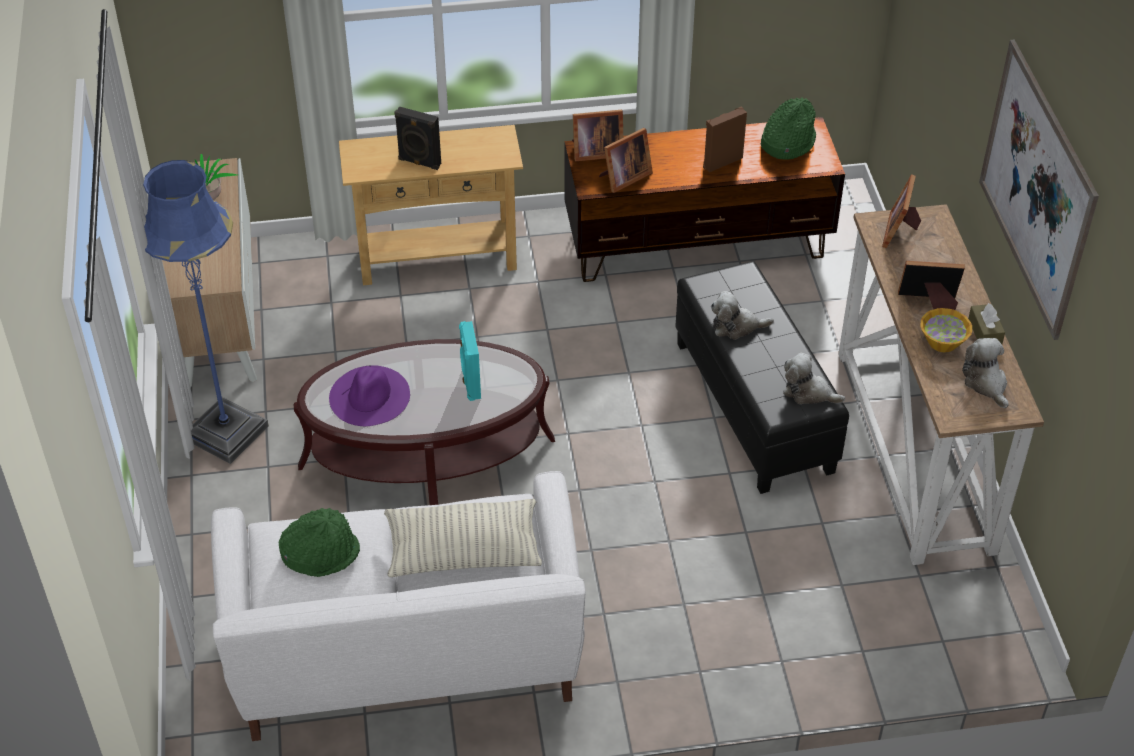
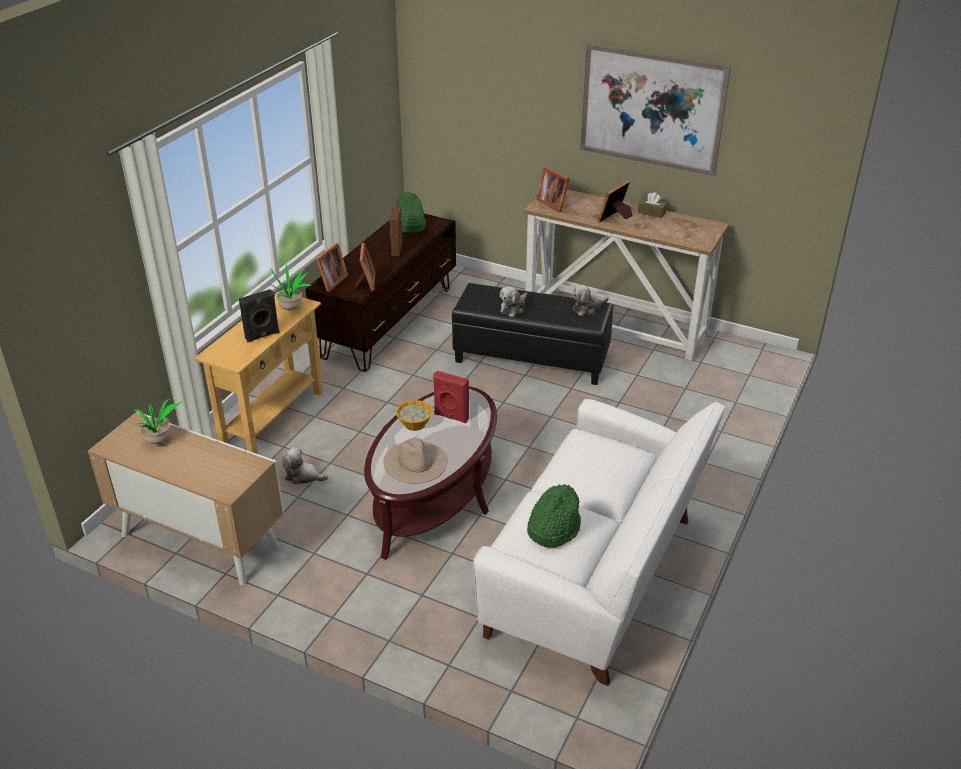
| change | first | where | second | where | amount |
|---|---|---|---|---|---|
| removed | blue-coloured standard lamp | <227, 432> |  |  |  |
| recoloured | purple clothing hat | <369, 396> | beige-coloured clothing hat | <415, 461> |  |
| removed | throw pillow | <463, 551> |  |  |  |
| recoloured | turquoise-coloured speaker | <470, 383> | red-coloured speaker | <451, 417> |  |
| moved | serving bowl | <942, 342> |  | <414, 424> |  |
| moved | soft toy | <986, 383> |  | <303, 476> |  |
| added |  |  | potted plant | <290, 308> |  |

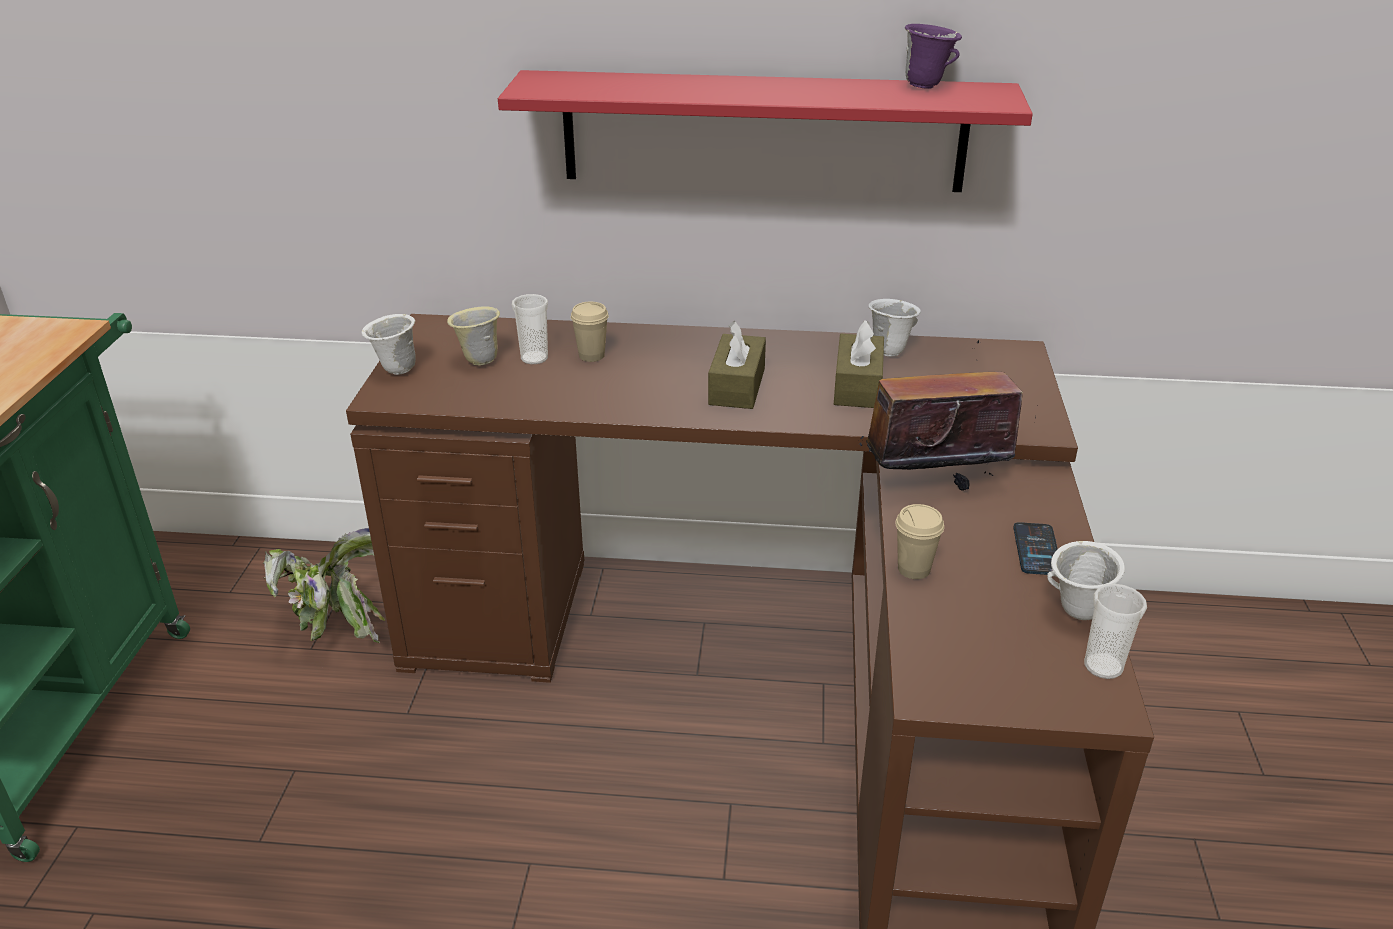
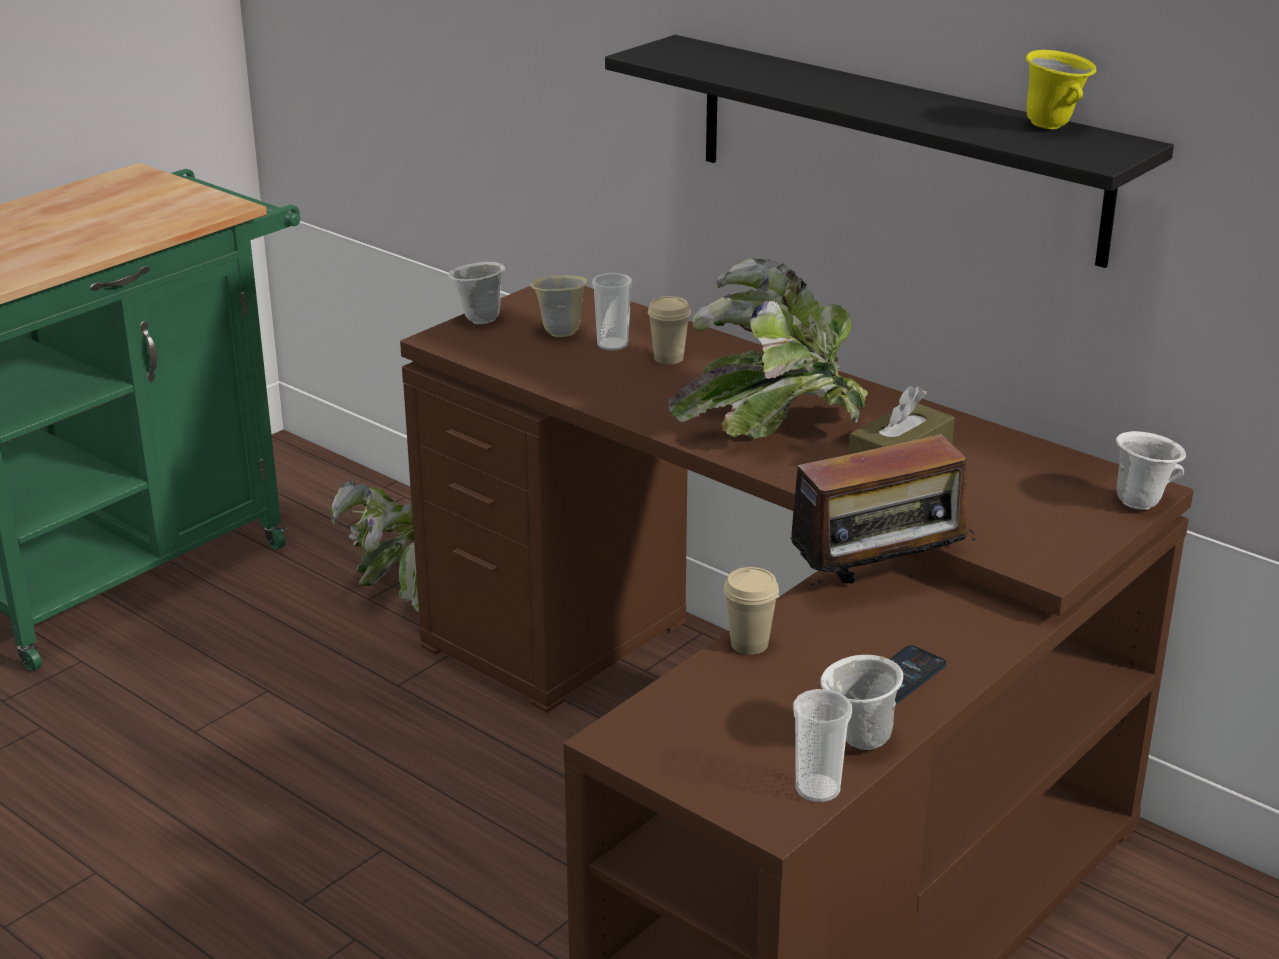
| change | first | where | second | where | amount |
|---|---|---|---|---|---|
| recoloured | red-coloured shelf | <763, 131> | blackish shelf | <897, 147> |  |
| replaced | brown tissue holder | <737, 386> | potted plant | <772, 427> |  |
| turned | radio set | <932, 484> |  | <878, 584> | 135 degrees clockwise |
| moved | white-coloured coffee mug | <890, 351> |  | <1142, 503> |  |
| recoloured | purple coffee mug | <927, 86> | yellow-coloured coffee mug | <1053, 126> |  |

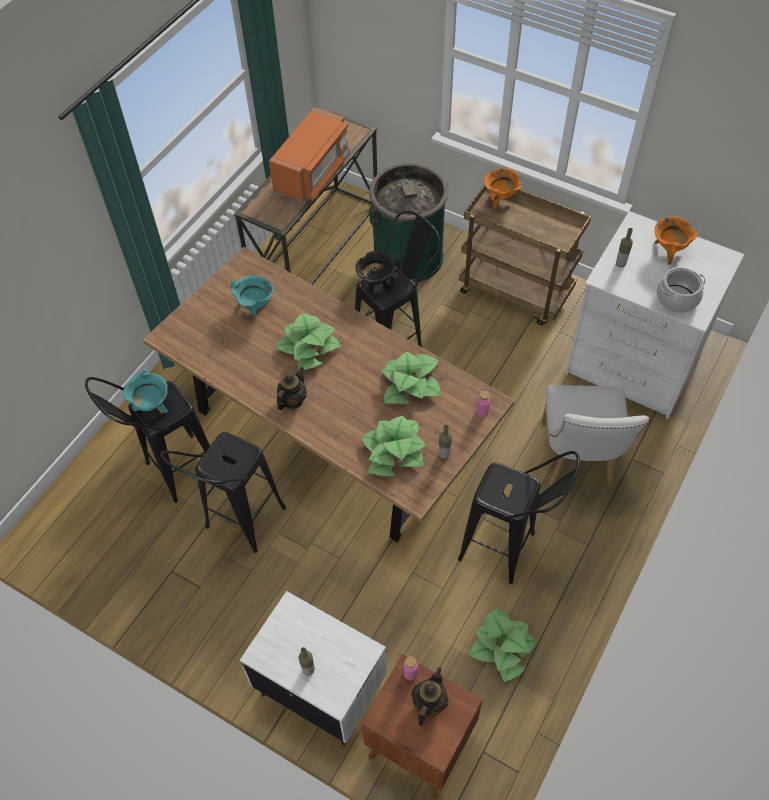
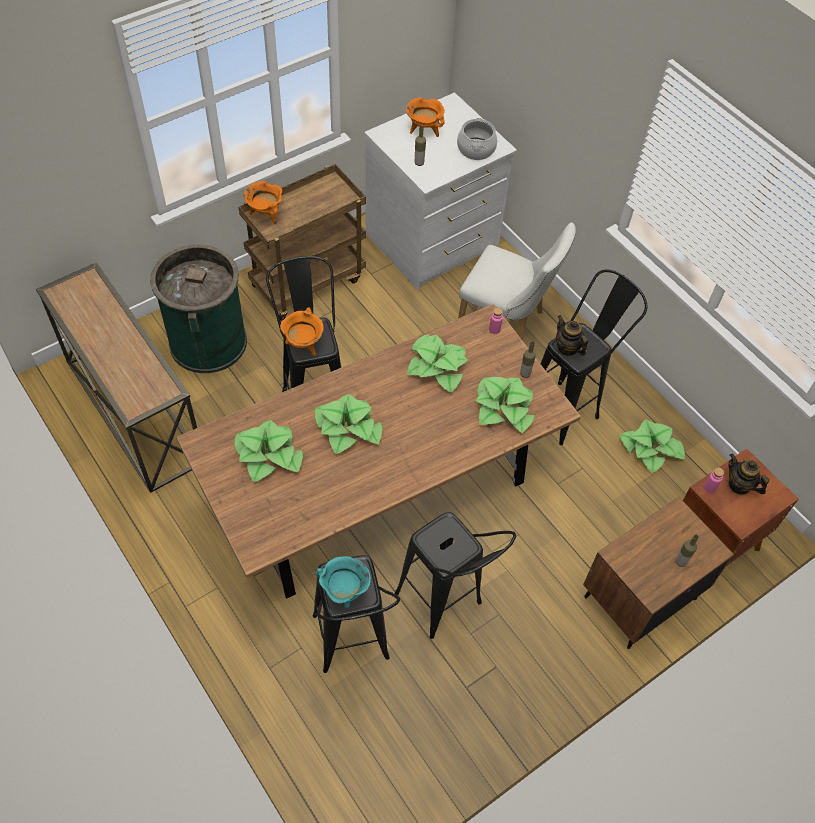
| change | first | where | second | where | amount |
|---|---|---|---|---|---|
| replaced | turquoise-coloured saucepot | <255, 307> | potted plant | <269, 455> |  |
| recoloured | white-coloured night table | <320, 688> | brown night table | <639, 598> |  |
| removed | orange microwave | <313, 173> |  |  |  |
| moved | tea pot | <292, 400> |  | <567, 348> |  |
| recoloured | blackish saucepot | <376, 283> | orange saucepot | <303, 345> |  |

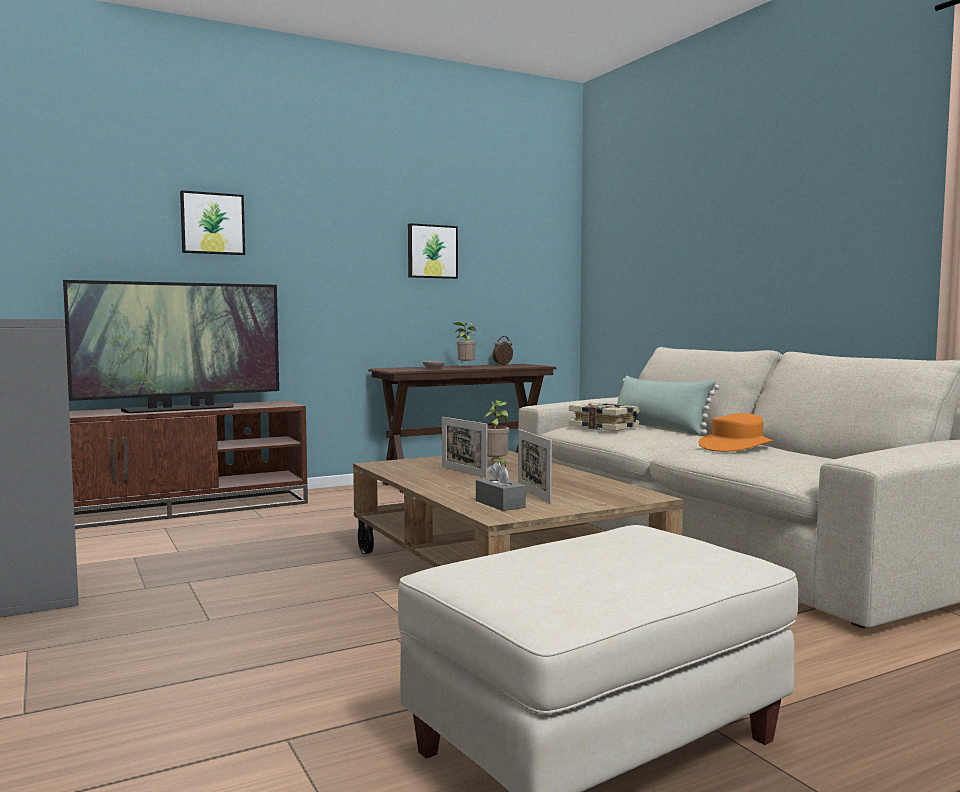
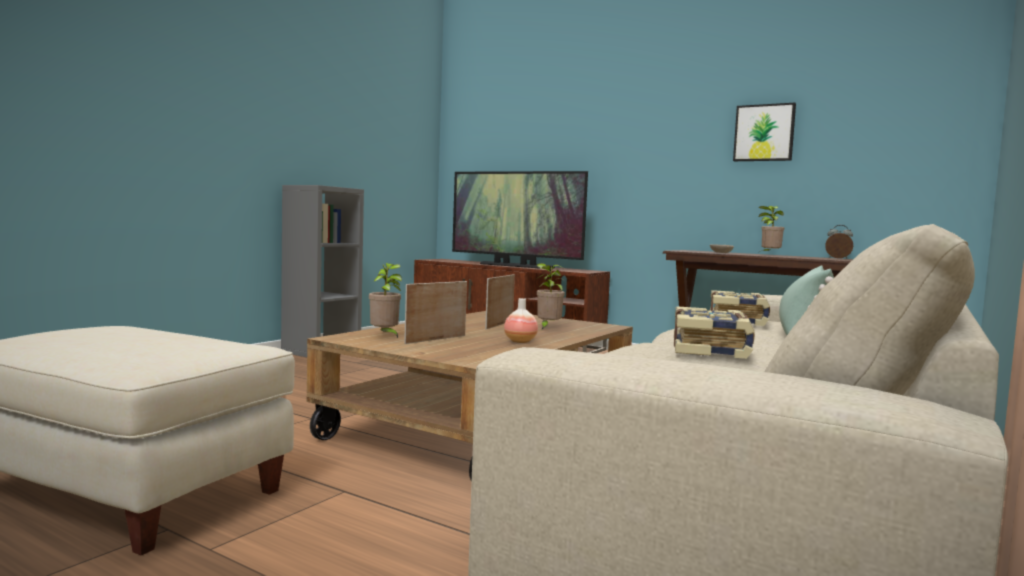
| change | first | where | second | where | amount |
|---|---|---|---|---|---|
| removed | picture | <212, 223> |  |  |  |
| replaced | gray tissue holder | <500, 504> | potted plant | <385, 336> |  |
| replaced | orange clothing hat | <736, 446> | volume | <712, 350> |  |
| added |  |  | flower vase | <520, 341> |  |

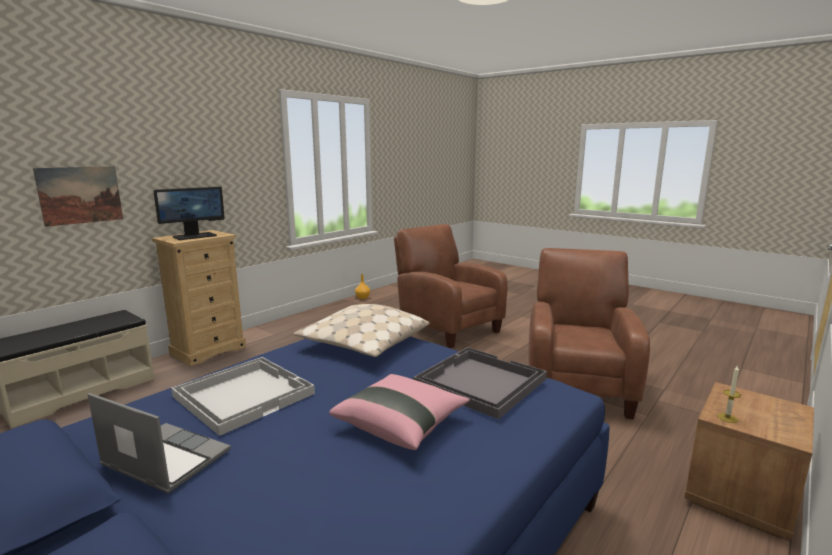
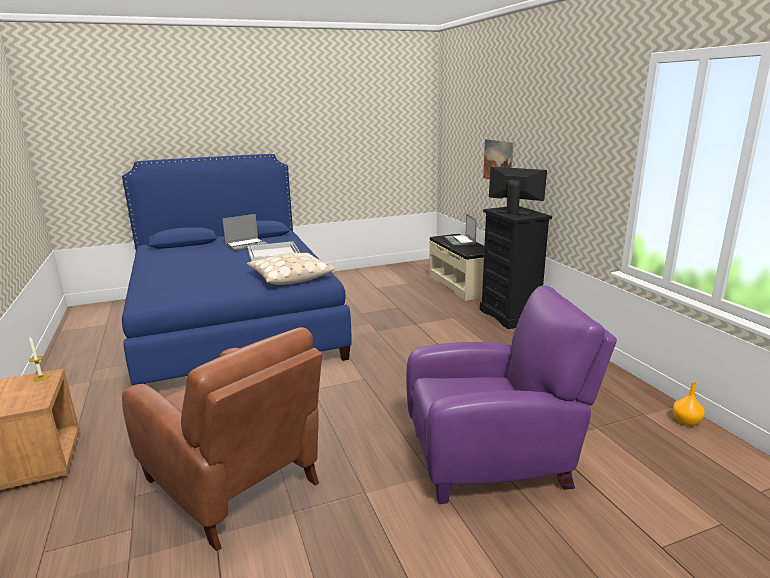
| change | first | where | second | where | amount |
|---|---|---|---|---|---|
| recoloured | beige-coloured drawer chest | <208, 350> | blackish drawer chest | <510, 316> |  |
| turned | monitor | <195, 236> |  | <514, 212> | 135 degrees clockwise |
| removed | pinkish throw pillow | <401, 425> |  |  |  |
| recoloured | brown armchair | <446, 327> | purple armchair | <495, 458> |  |
| removed | gray serving tray | <479, 382> |  |  |  |
| added |  |  | portable computer | <460, 241> |  |

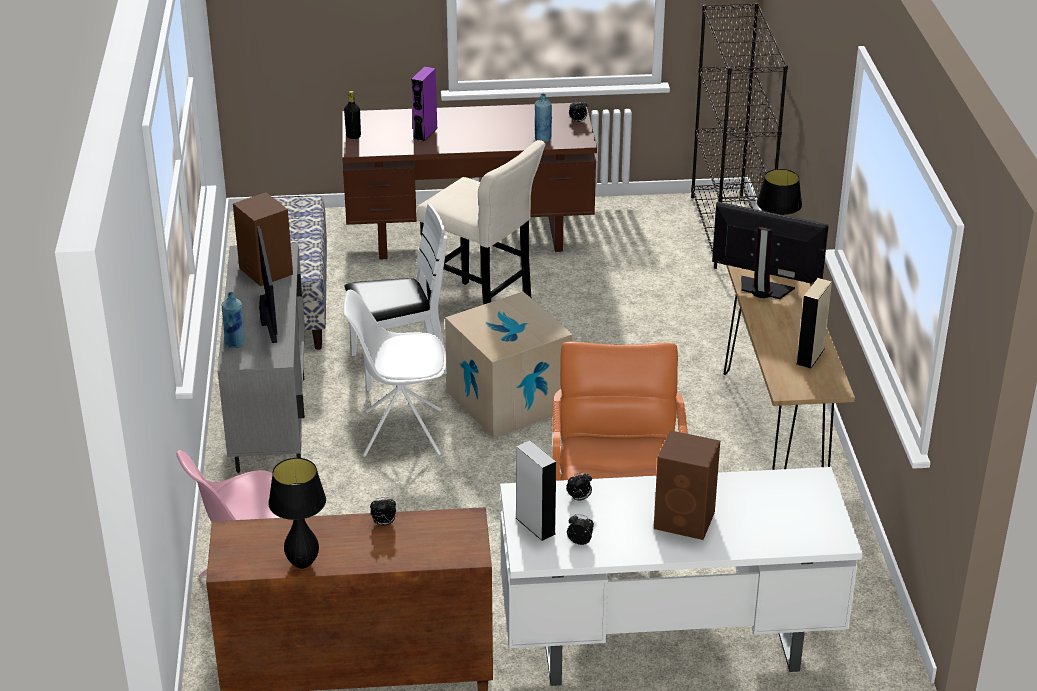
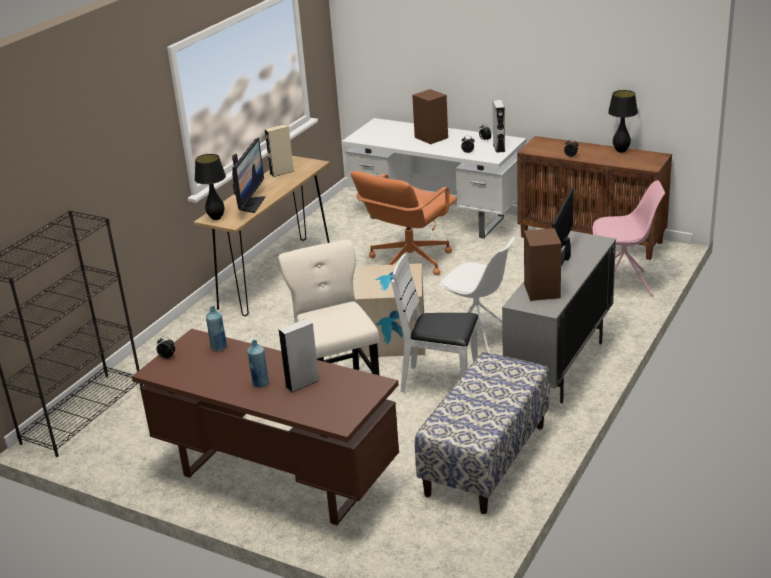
| change | first | where | second | where | amount |
|---|---|---|---|---|---|
| moved | blue-coloured drink bottle | <235, 343> |  | <260, 383> |  |
| removed | blackish drink bottle | <353, 136> |  |  |  |
| recoloured | purple speaker | <425, 133> | gray speaker | <302, 383> |  |
| turned | monitor | <763, 289> |  | <251, 204> | 135 degrees counterclockwise |

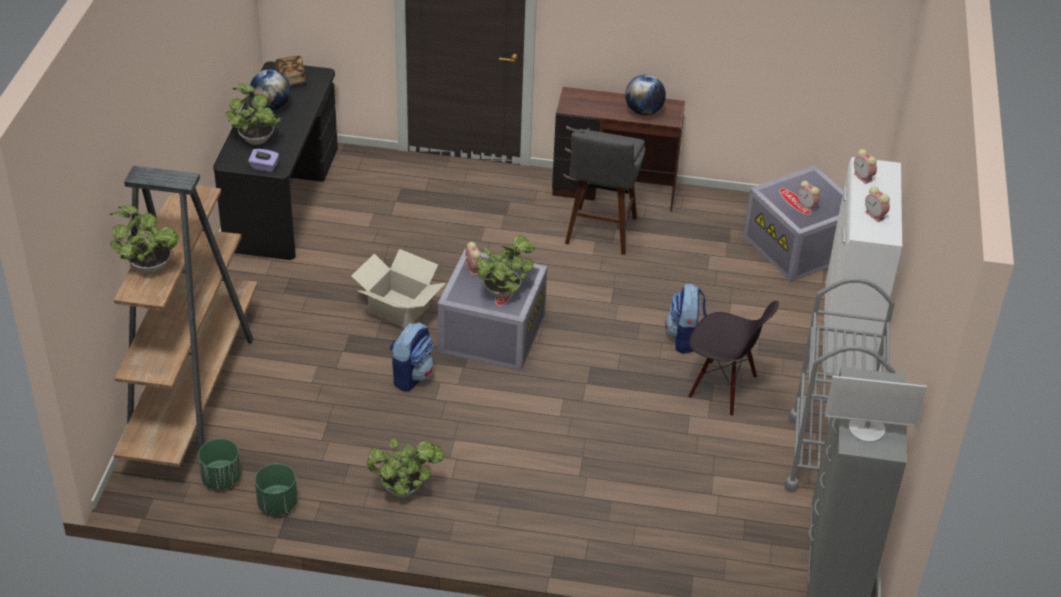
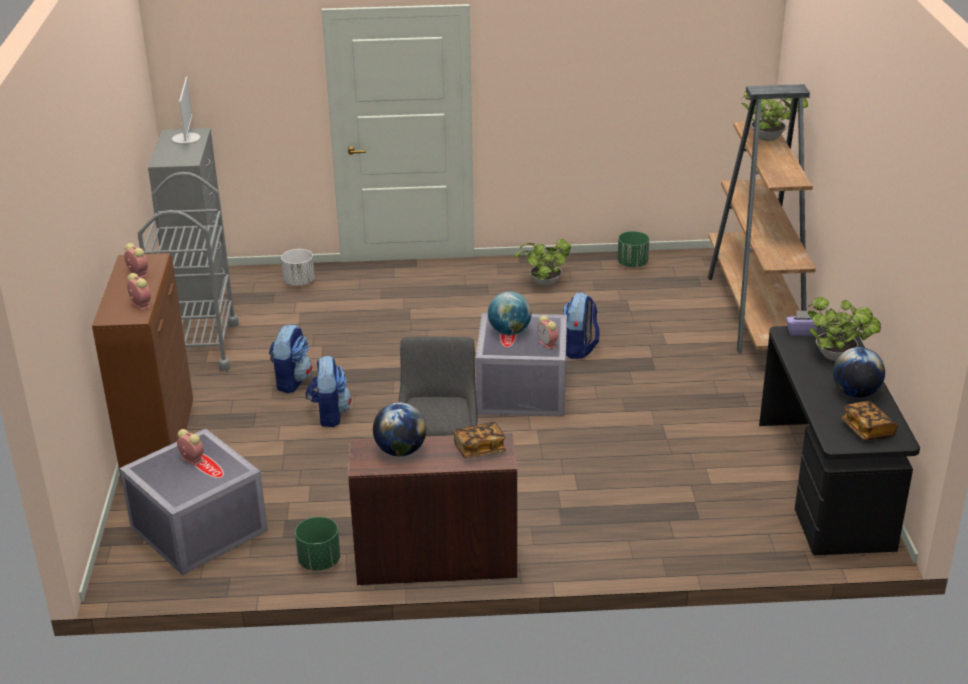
| change | first | where | second | where | amount |
|---|---|---|---|---|---|
| moved | green flower pot | <222, 478> |  | <319, 561> |  |
| removed | packing box | <398, 309> |  |  |  |
| replaced | potted plant | <503, 290> | world globe | <509, 332> |  |
| replaced | blackish upright chair | <722, 388> | rucksack | <291, 381> |  |
| recoloured | white-coloured cabinet | <847, 334> | brown cabinet | <159, 444> |  |
| turned | monitor | <866, 429> |  | <186, 139> | 90 degrees clockwise |
| added |  |  | white-coloured flower pot | <299, 282> |  |
| added |  |  | volume | <479, 449> |  |

